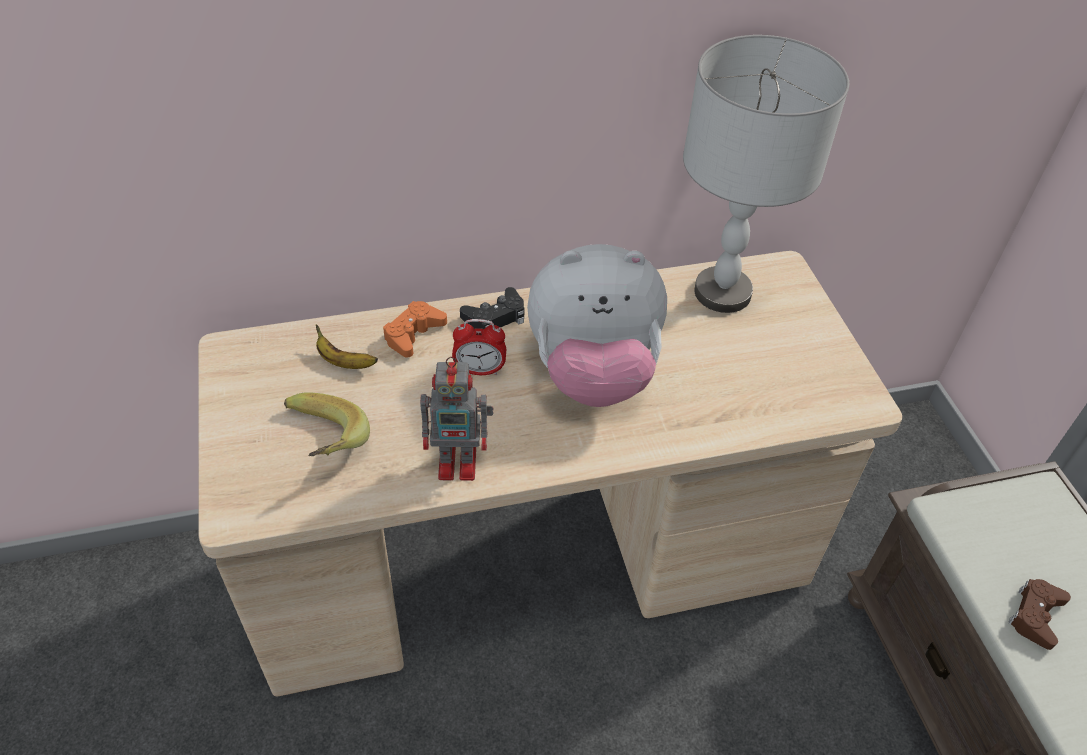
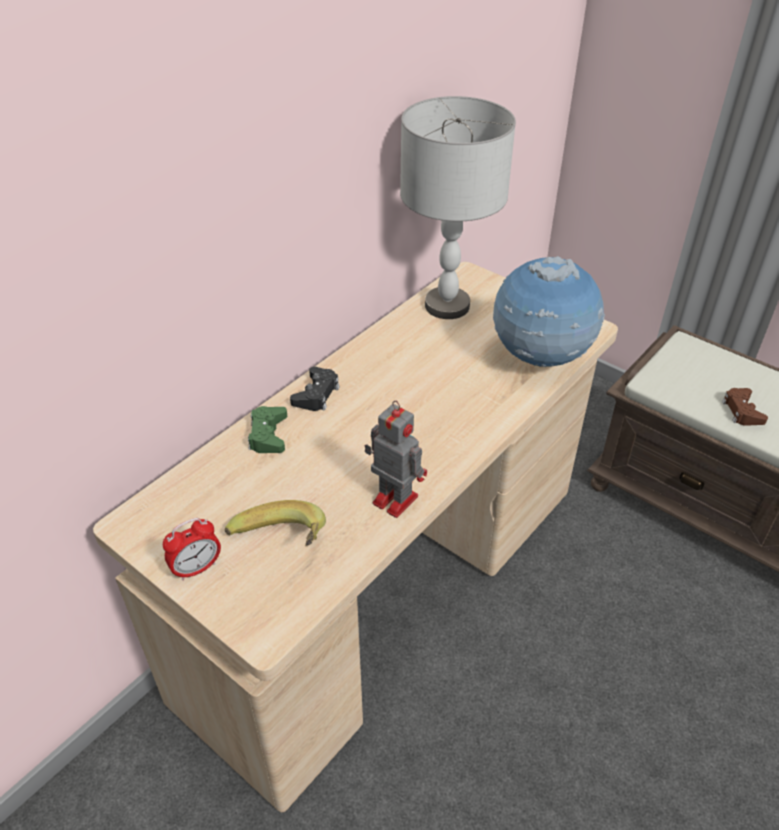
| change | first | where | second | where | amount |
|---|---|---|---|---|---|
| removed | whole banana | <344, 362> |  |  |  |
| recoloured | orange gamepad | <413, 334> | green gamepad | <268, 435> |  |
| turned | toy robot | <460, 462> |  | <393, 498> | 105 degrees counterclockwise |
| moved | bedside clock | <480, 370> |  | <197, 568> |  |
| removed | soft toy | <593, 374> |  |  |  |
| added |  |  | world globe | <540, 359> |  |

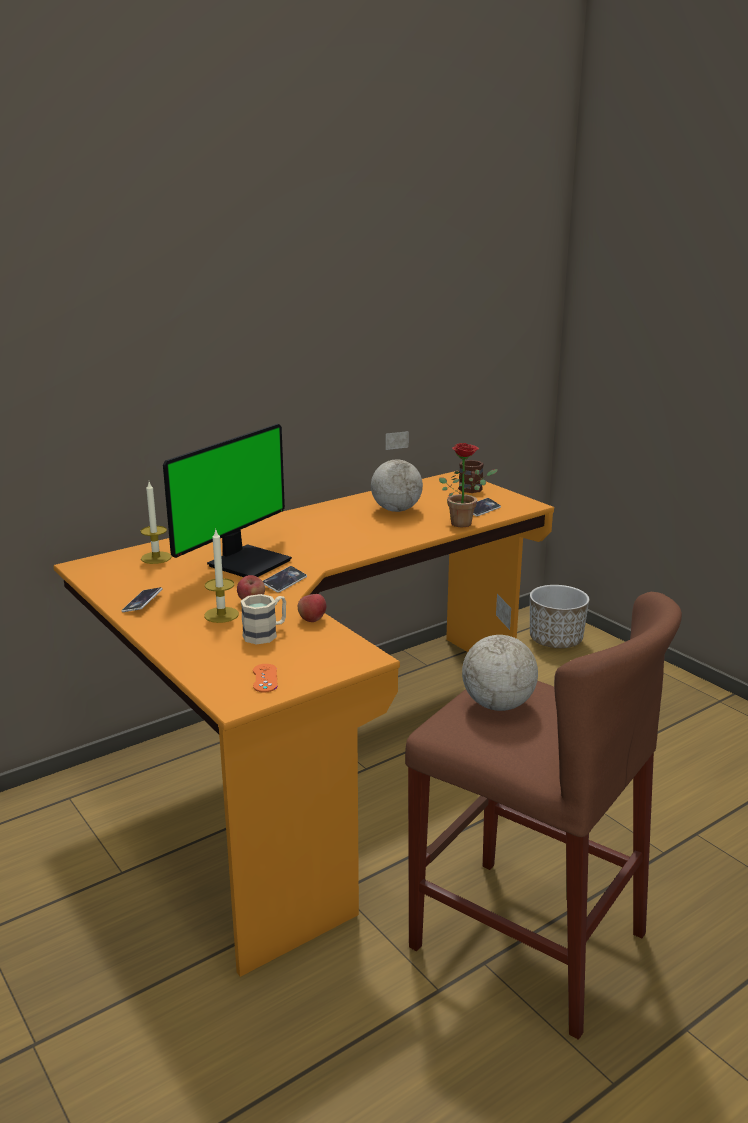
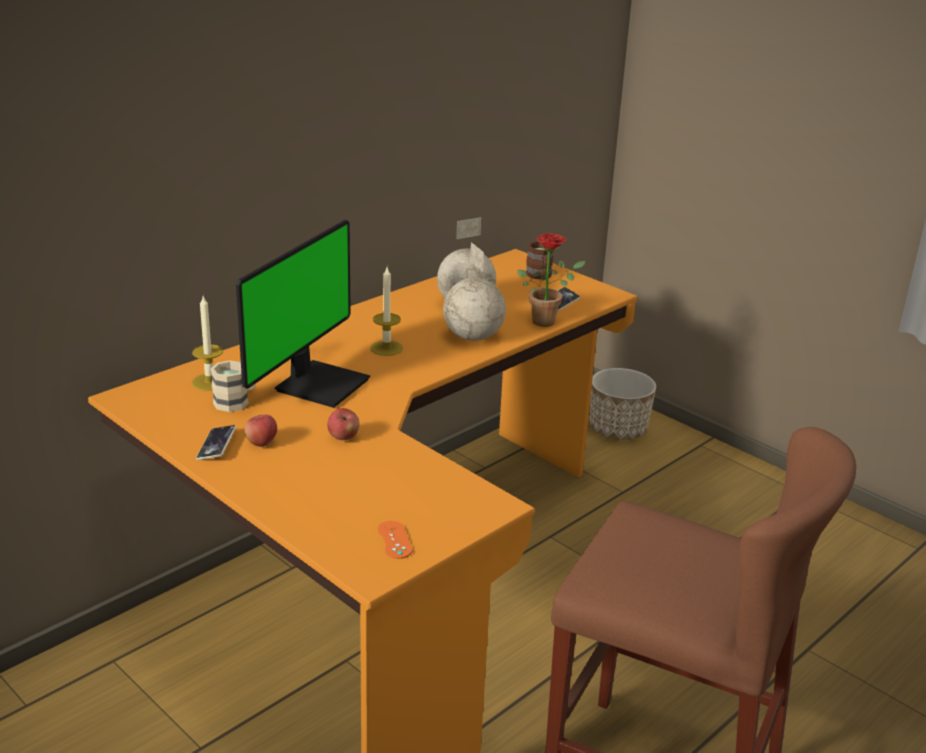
| change | first | where | second | where | amount |
|---|---|---|---|---|---|
| moved | candle | <221, 615> |  | <386, 348> |  |
| moved | beige-coloured coffee mug | <266, 634> |  | <237, 400> |  |
| removed | handset | <284, 582> |  |  |  |
| moved | apple | <312, 619> |  | <261, 443> |  |
| moved | world globe | <498, 704> |  | <473, 337> |  |

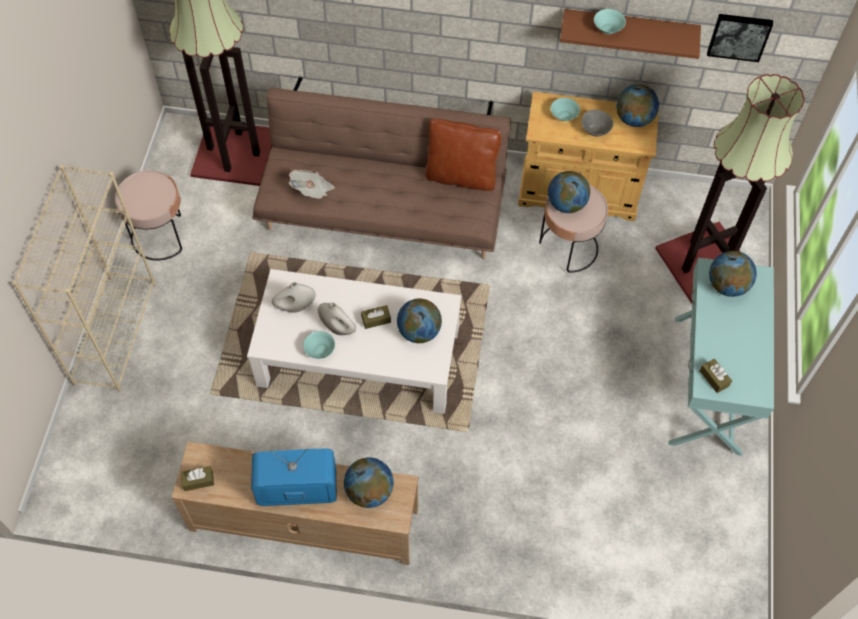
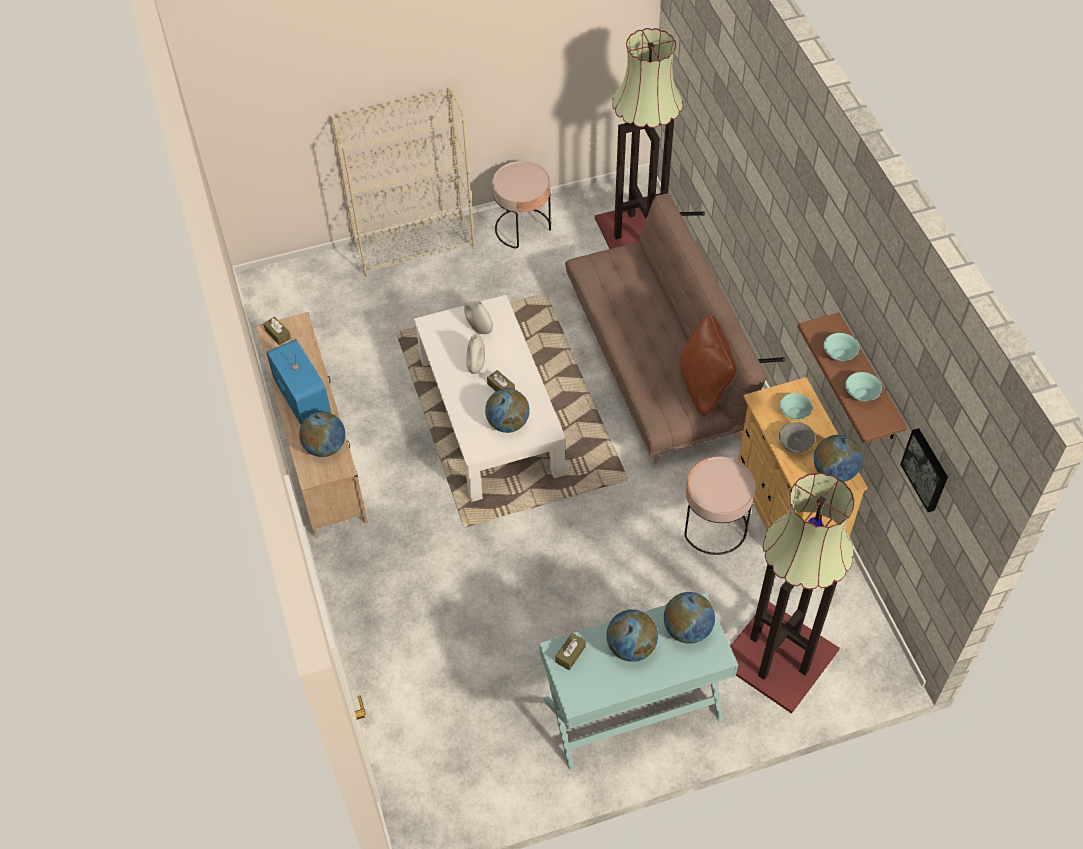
| change | first | where | second | where | amount |
|---|---|---|---|---|---|
| removed | printed paper | <312, 190> |  |  |  |
| moved | turquoise-coloured serving bowl | <320, 350> |  | <861, 394> |  |
| moved | world globe | <566, 204> |  | <631, 647> |  |

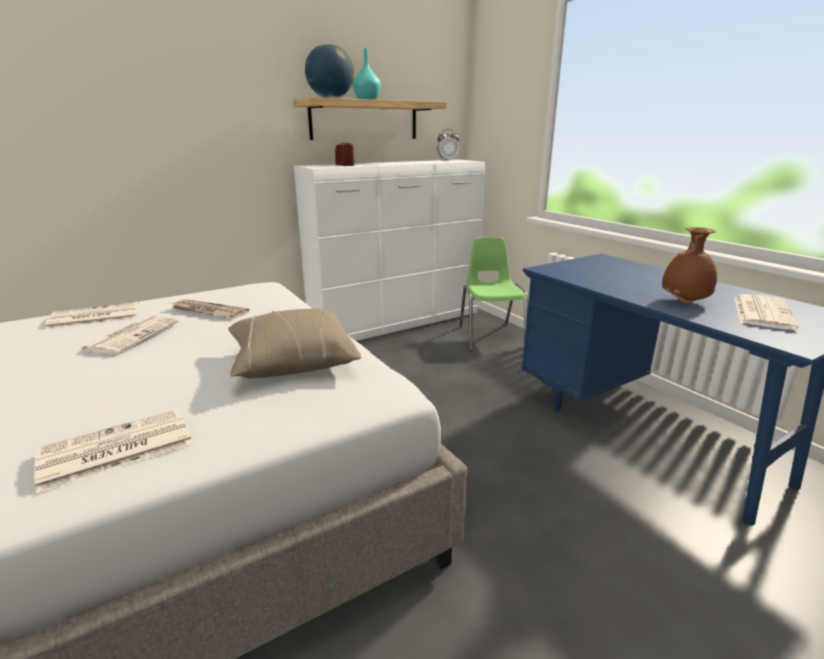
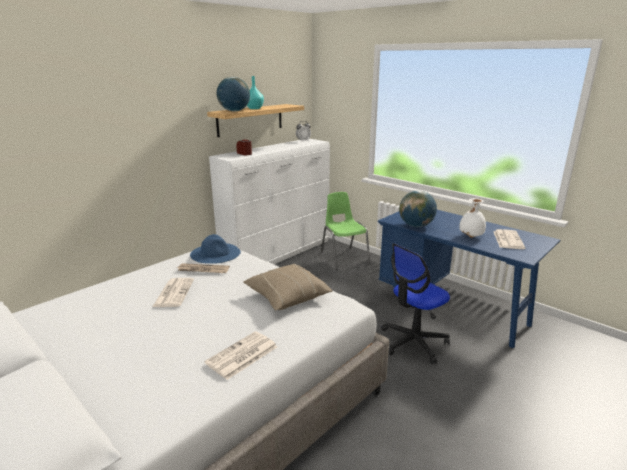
| change | first | where | second | where | amount |
|---|---|---|---|---|---|
| removed | printed paper | <93, 317> |  |  |  |
| recoloured | brown flower vase | <683, 301> | white-coloured flower vase | <470, 236> |  |
| added |  |  | blue-coloured clothing hat | <215, 253> |  |
| added |  |  | office chair | <413, 342> |  |
| added |  |  | world globe | <416, 225> |  |

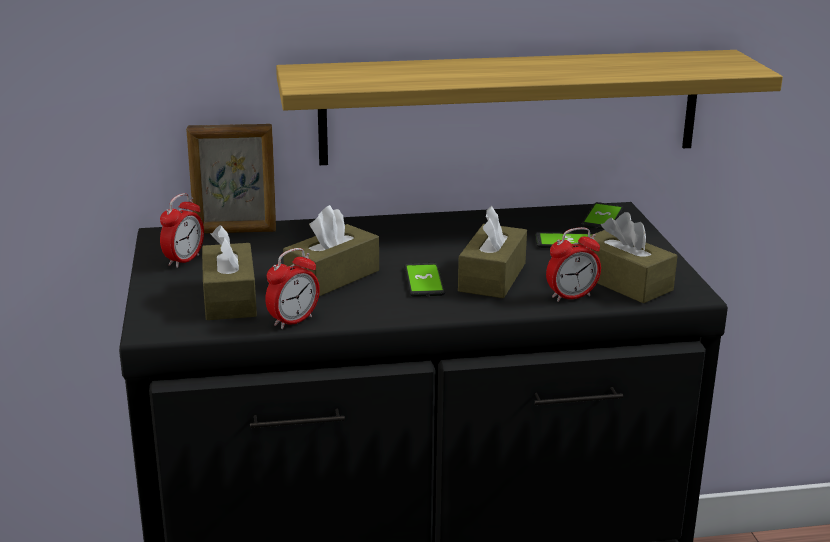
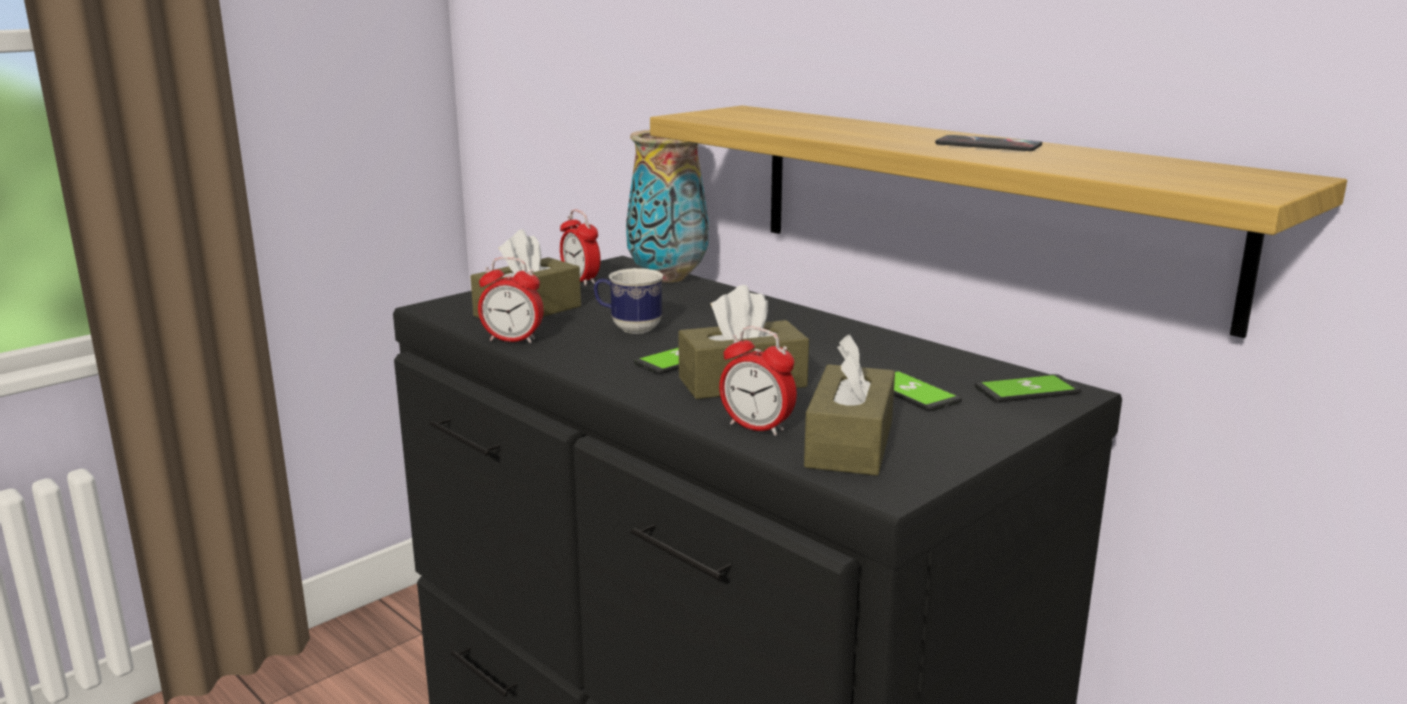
| change | first | where | second | where | amount |
|---|---|---|---|---|---|
| turned | bedside clock | <184, 260> |  | <580, 281> | 60 degrees clockwise |
| replaced | standing frame | <235, 231> | flower vase | <669, 278> |  |
| replaced | brown tissue holder | <332, 277> | coffee mug | <629, 328> |  |
| added |  |  | handset | <988, 145> |  |

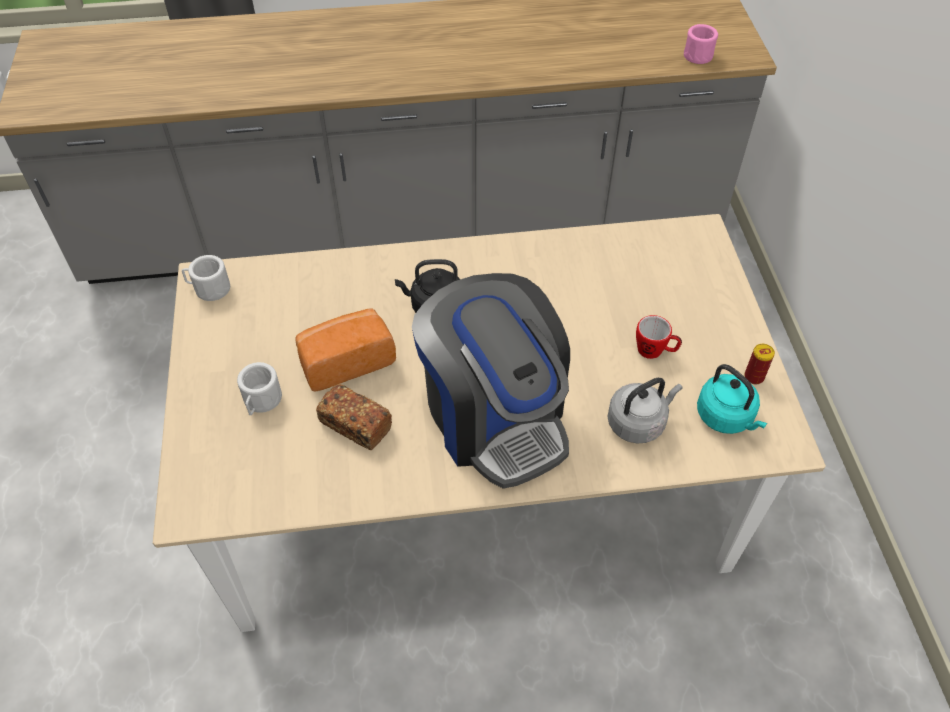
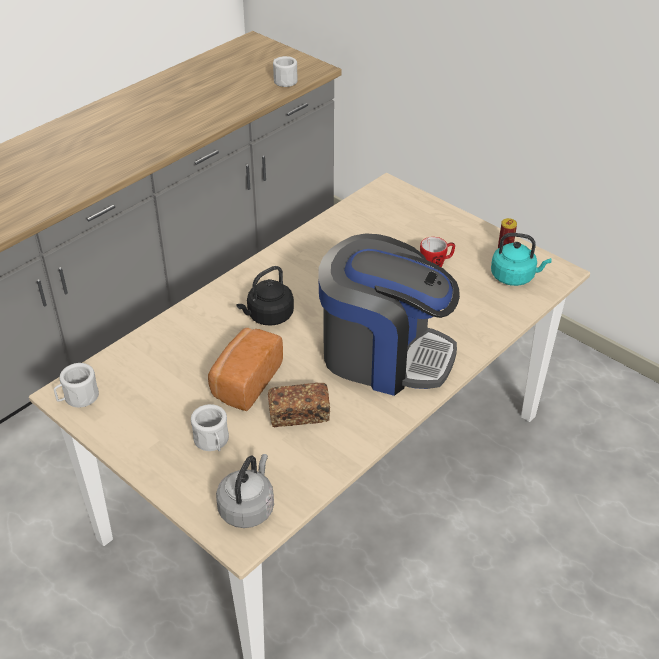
| change | first | where | second | where | amount |
|---|---|---|---|---|---|
| moved | gray water kettle | <638, 422> |  | <248, 507> |  |
| recoloured | pinkish coffee mug | <697, 53> | white-coloured coffee mug | <283, 80> |  |

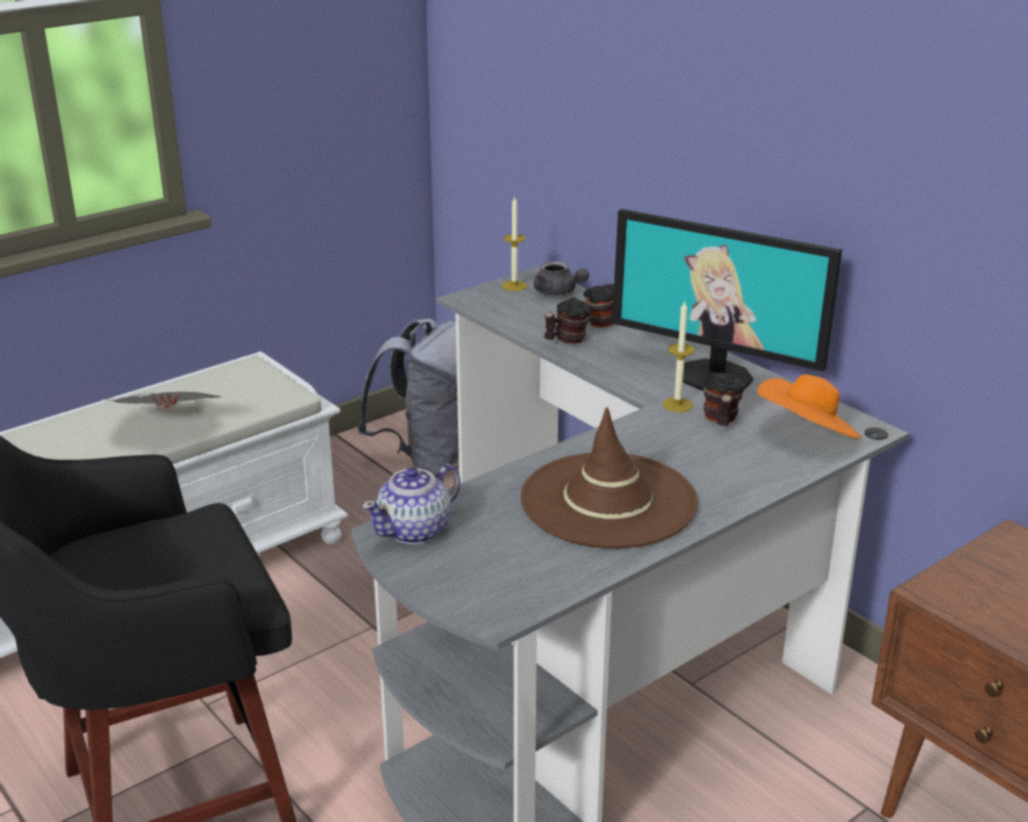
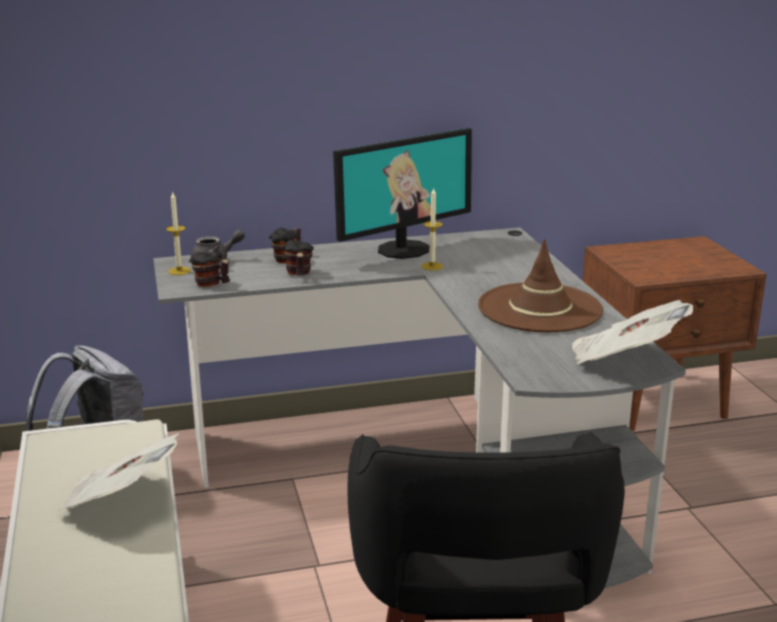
| change | first | where | second | where | amount |
|---|---|---|---|---|---|
| removed | tea pot | <415, 530> |  |  |  |
| moved | coffee mug | <720, 420> |  | <211, 285> |  |
| removed | orange clothing hat | <807, 433> |  |  |  |
| added |  |  | printed paper | <624, 360> |  |

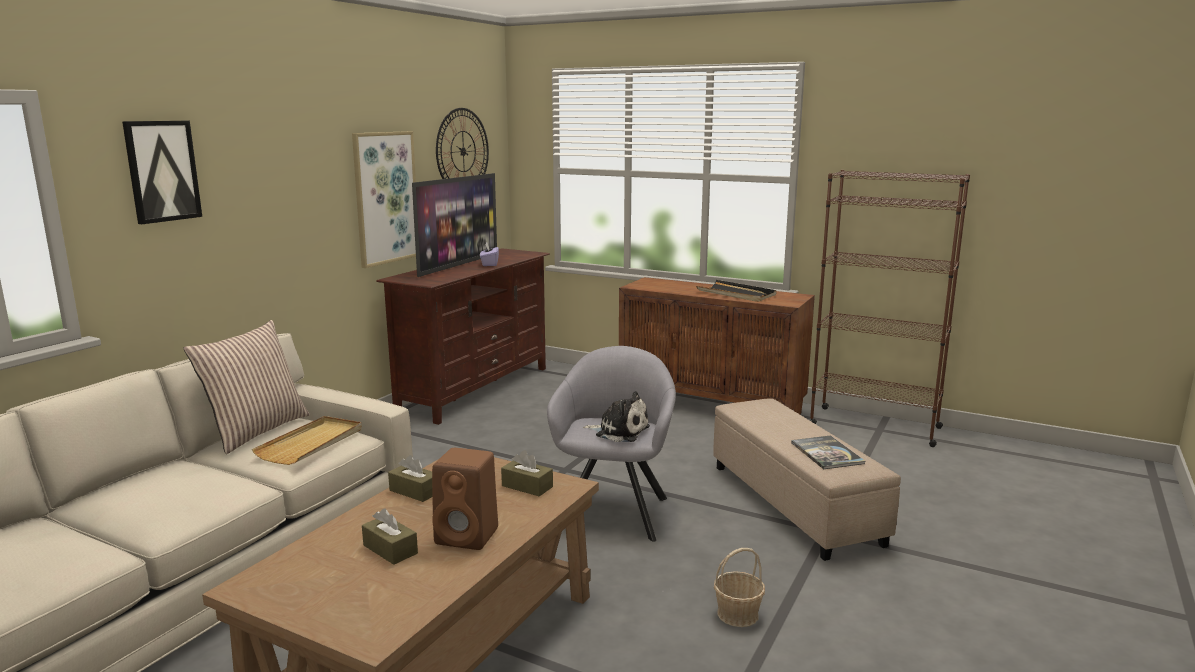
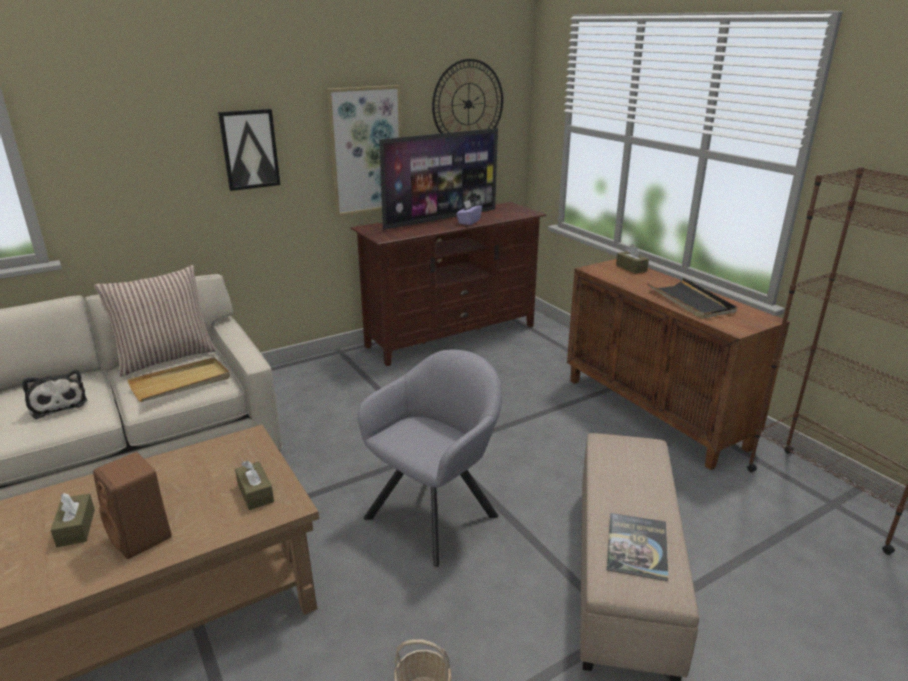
| change | first | where | second | where | amount |
|---|---|---|---|---|---|
| moved | picture | <162, 171> |  | <249, 149> |  |
| moved | brown tissue holder | <414, 491> |  | <631, 268> |  |
| moved | soft toy | <619, 431> |  | <58, 404> |  |

